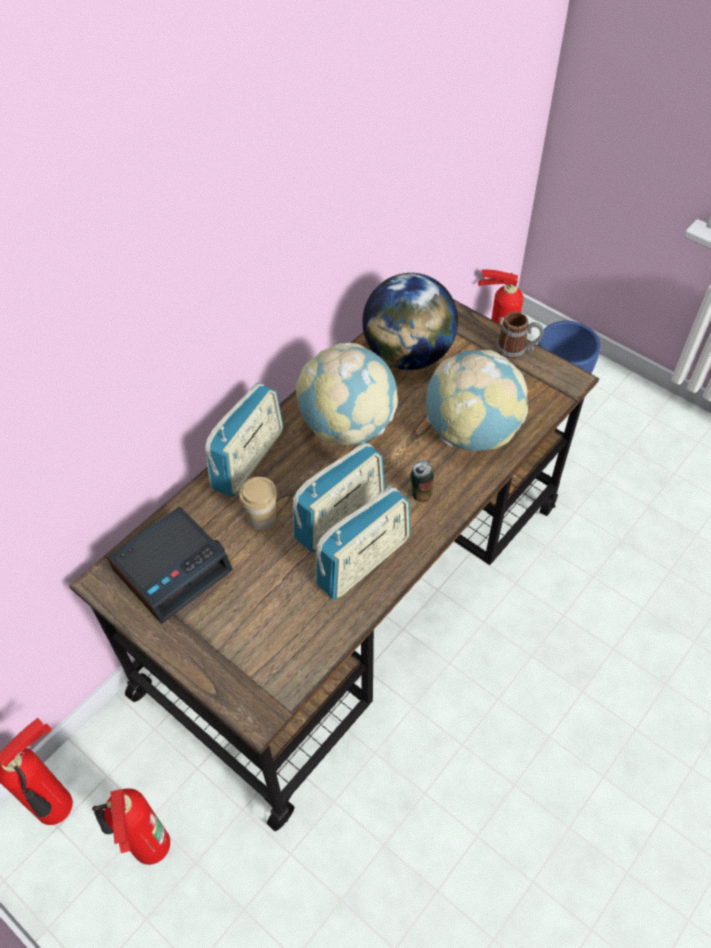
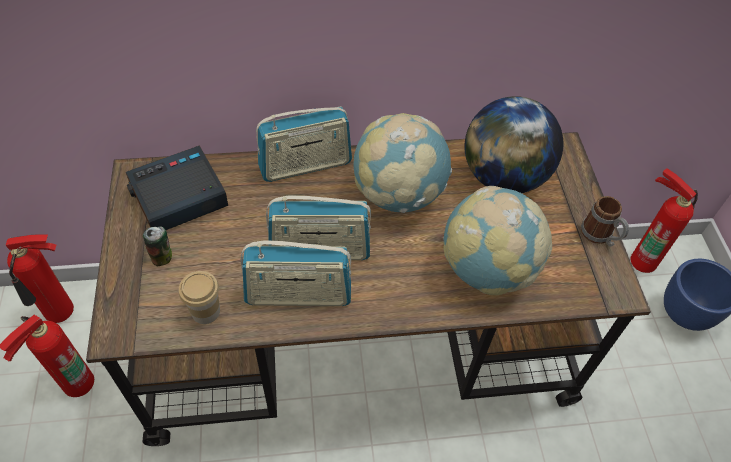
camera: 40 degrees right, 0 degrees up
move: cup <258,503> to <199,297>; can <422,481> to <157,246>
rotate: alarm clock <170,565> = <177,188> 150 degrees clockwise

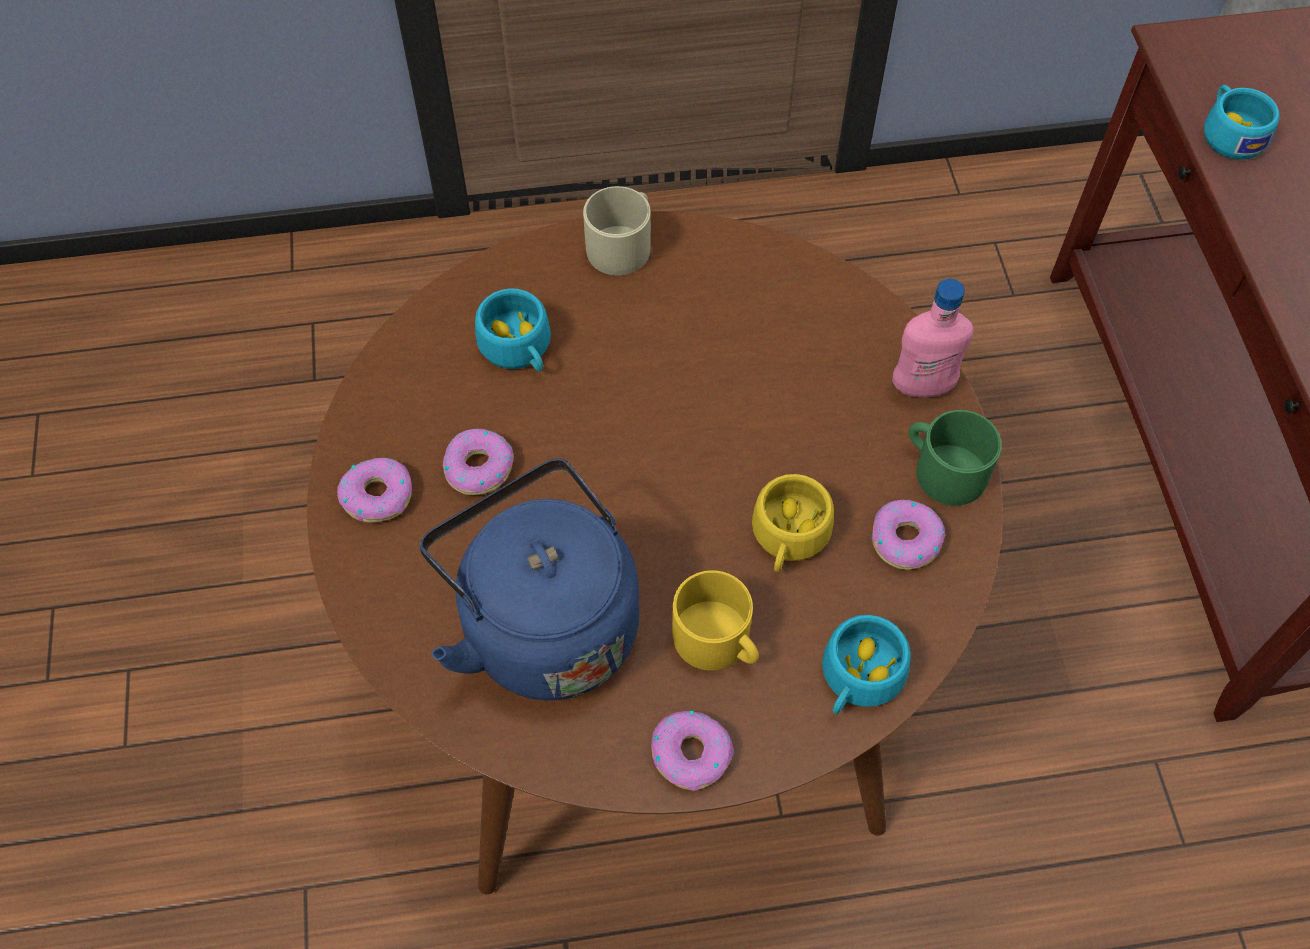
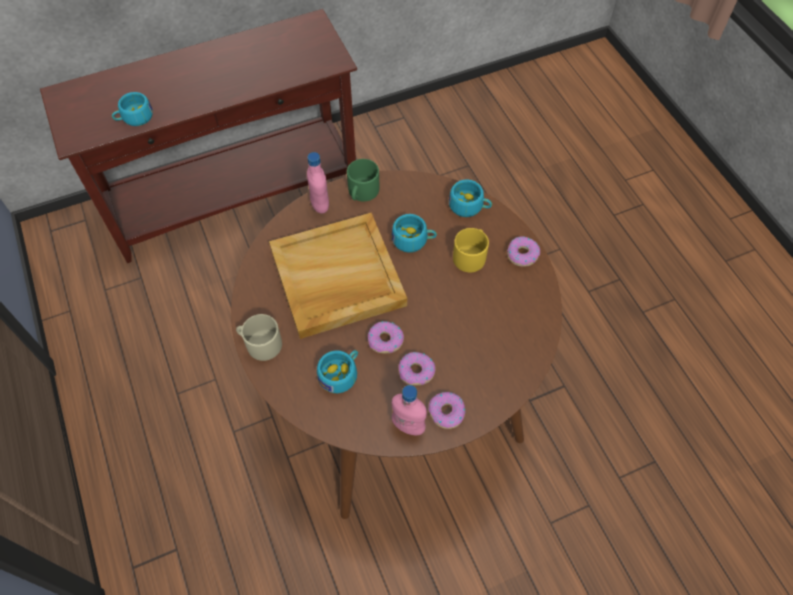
camera: 105 degrees left, 0 degrees up
delete: kettle (blue) <529,579>
insert: tray (beige) <338,276>; bottle (pink) <409,410>
move: donut <908,534> to <386,337>
recolor: cup (yellow) <793,523> to cup (turquoise) <414,233>

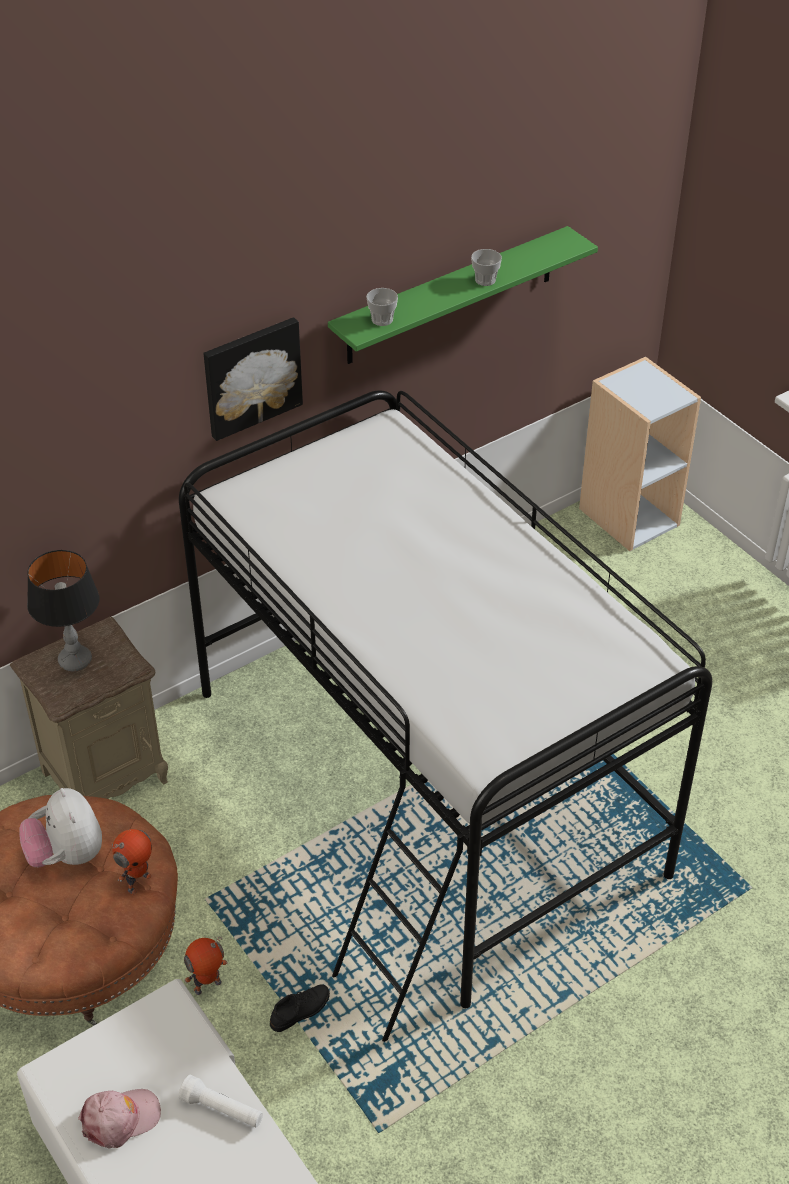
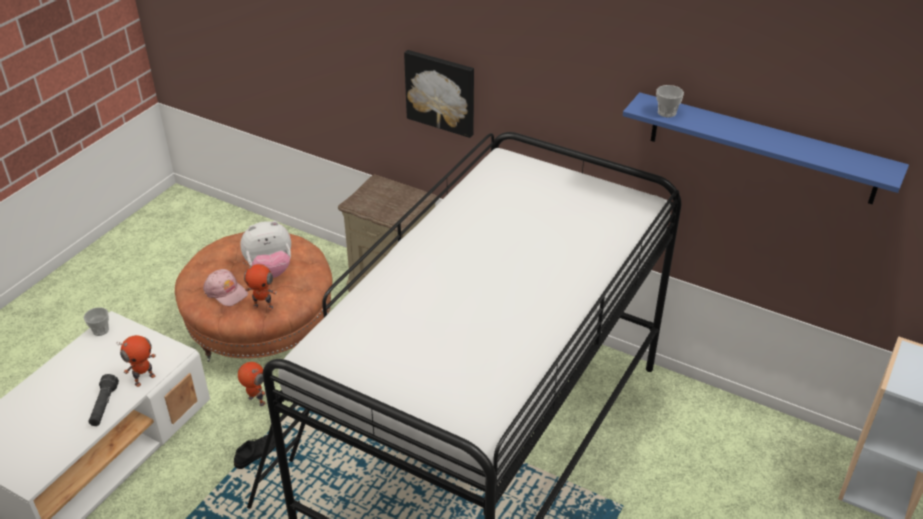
camera: 65 degrees right, 5 degrees down
delete: table lamp <63,610>
insert: toy robot <136,361>
move: cap (pink) <119,1119> to <225,287>; picture <253,379> to <439,94>; cup <486,267> to <96,321>
recolor: flashlight (white) <220,1101> to flashlight (black) <104,400>; shelf (green) <463,295> to shelf (blue) <766,148>
rotate: plush toy <60,828> = <265,249> 150 degrees counterclockwise; shoe (black) <300,1008> = <254,452> 75 degrees counterclockwise

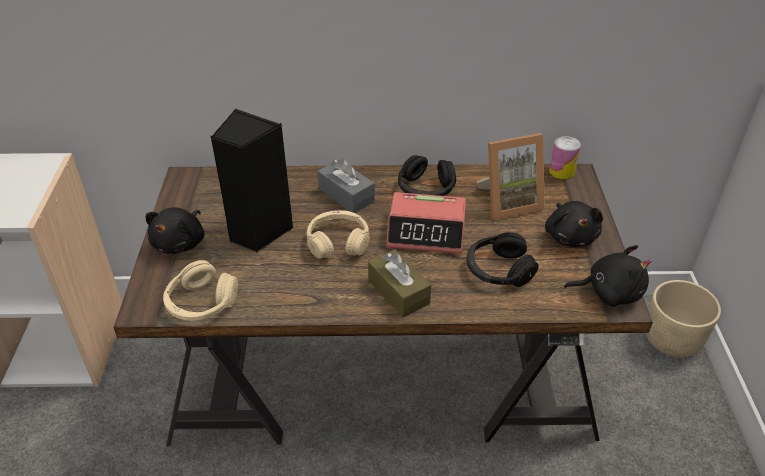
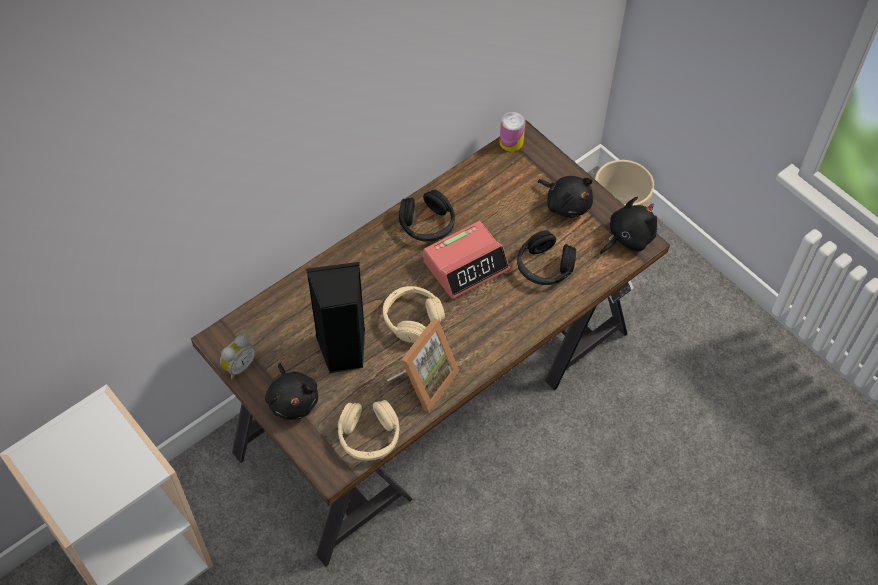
camera: 40 degrees left, 15 degrees up
delete: tissue box (grey) <346,185>; tissue box (brown) <399,283>
insert: alarm clock <237,357>
move: picture frame <511,176> to <423,365>

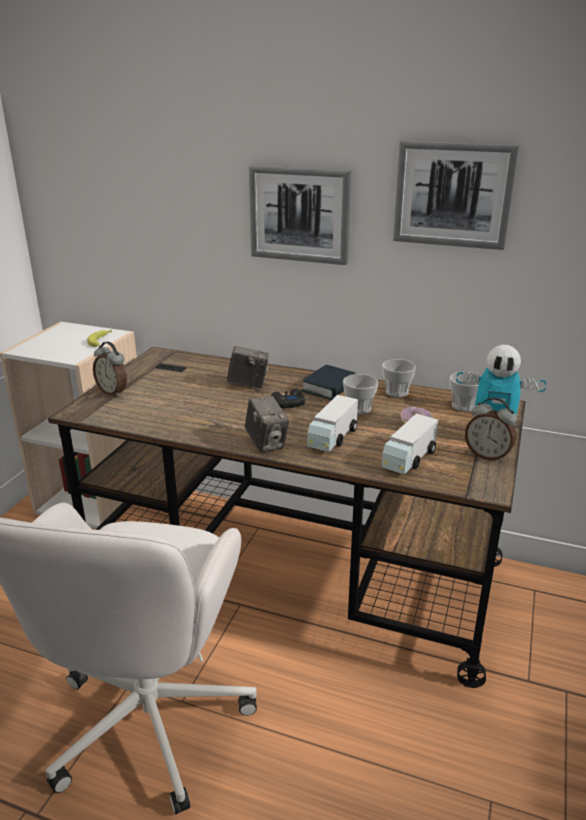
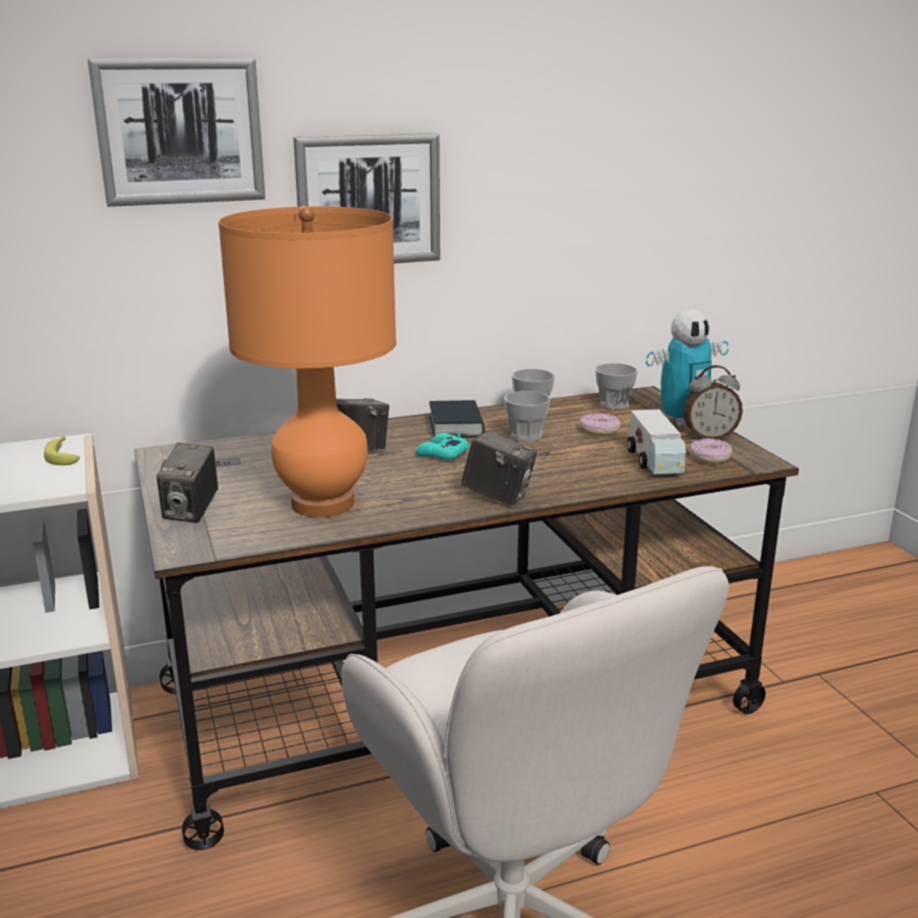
camera: 40 degrees left, 5 degrees down
delete: toy truck <332,423>
insert: table lamp (orange) <307,361>; donut <711,451>
move: picture <456,195> to <176,132>
replace: alarm clock <110,369> to photo camera <187,483>
recolor: game controller (black) <288,398> to game controller (turquoise) <442,446>

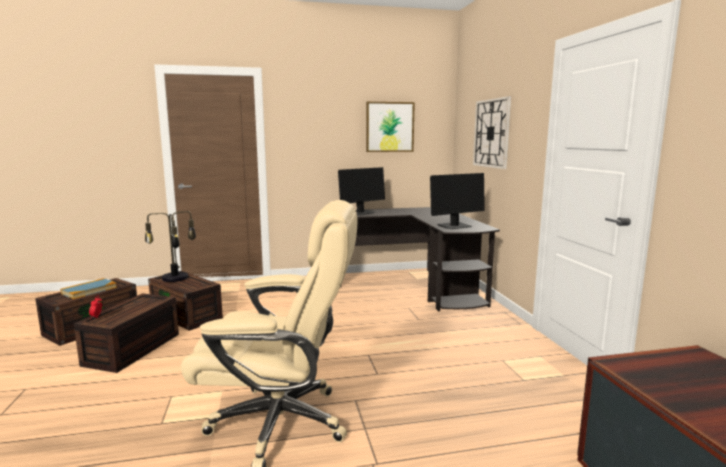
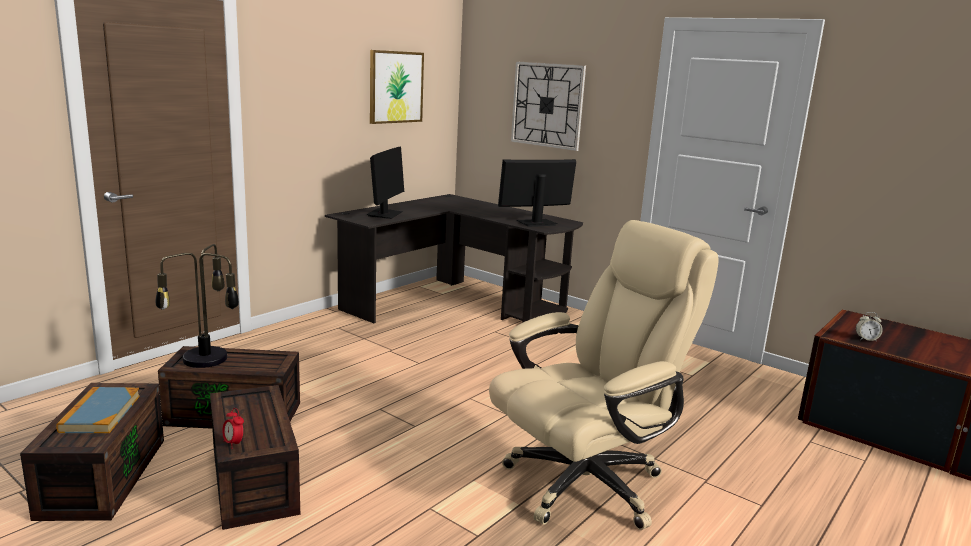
camera: 40 degrees left, 5 degrees up
insert: alarm clock <869,327>
rotate: monitor <457,201> = <537,193> 135 degrees counterclockwise

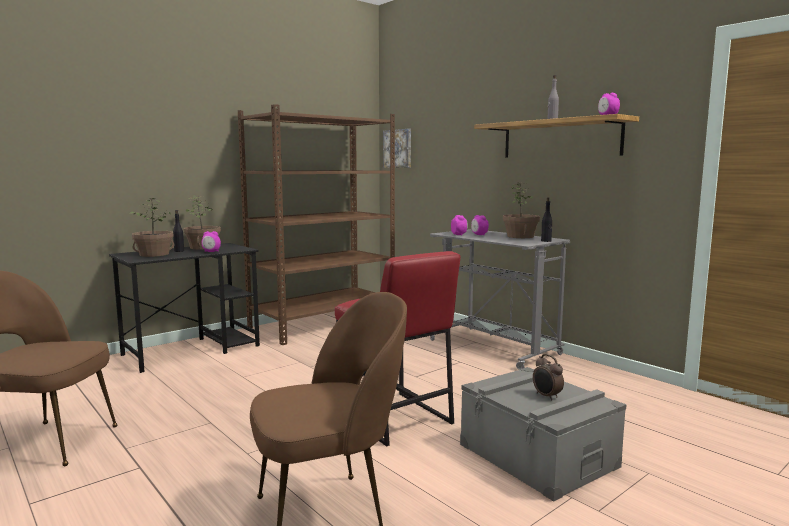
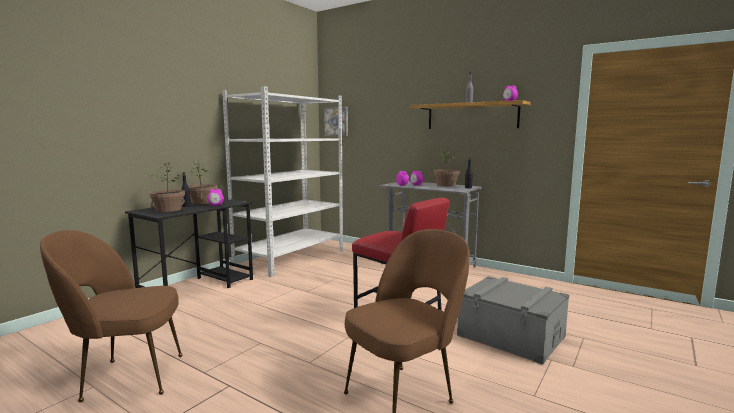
camera: 15 degrees left, 0 degrees up
delete: alarm clock <548,377>
recolor: bookcase (brown) <316,224> to bookcase (white) <282,181>

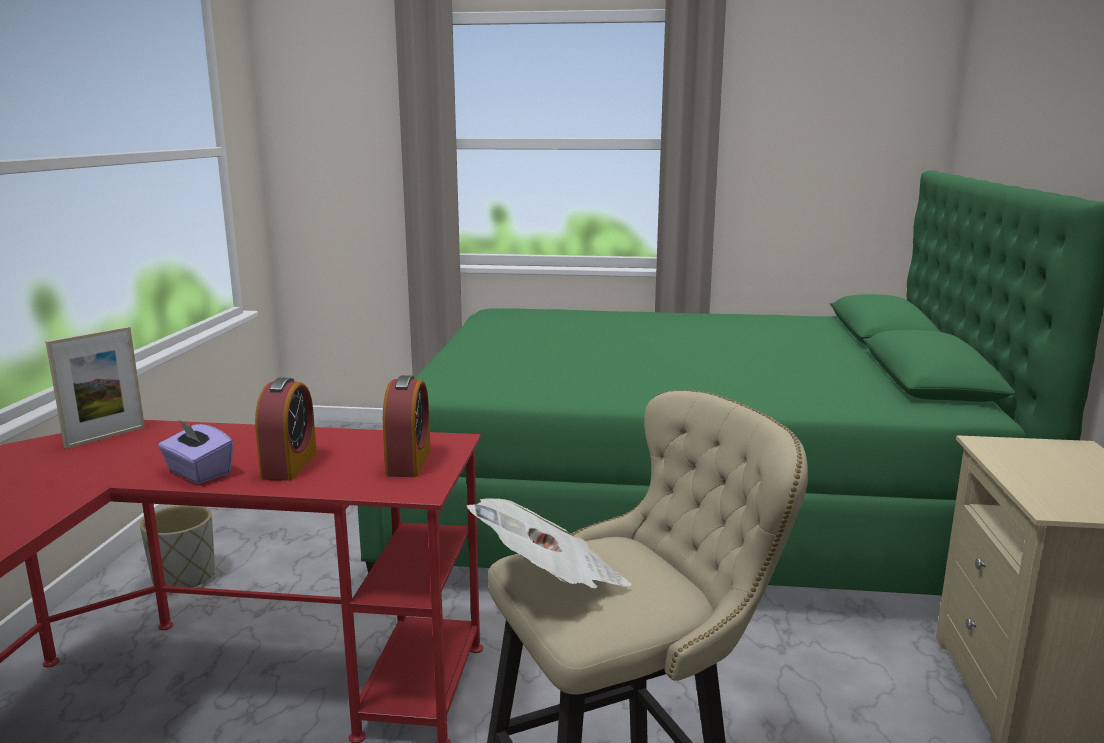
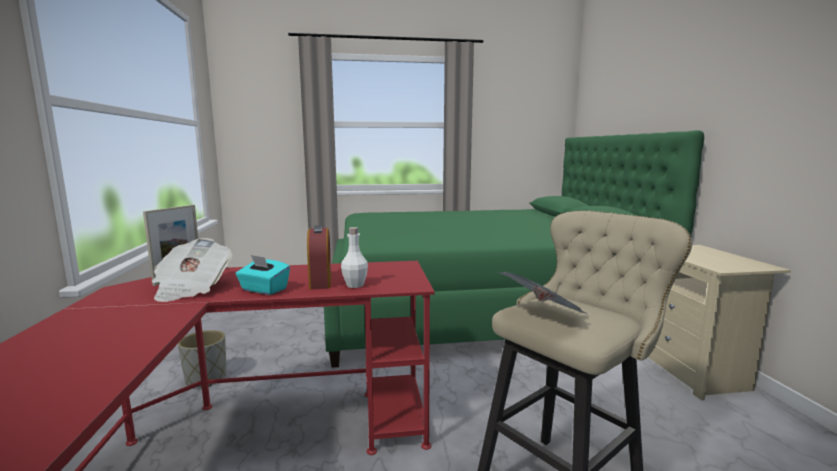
camera: 15 degrees left, 5 degrees down
delete: alarm clock <407,426>
insert: newspaper <192,270>; bottle (white) <354,257>
recolor: tissue box (purple) <195,451> to tissue box (turquoise) <263,275>

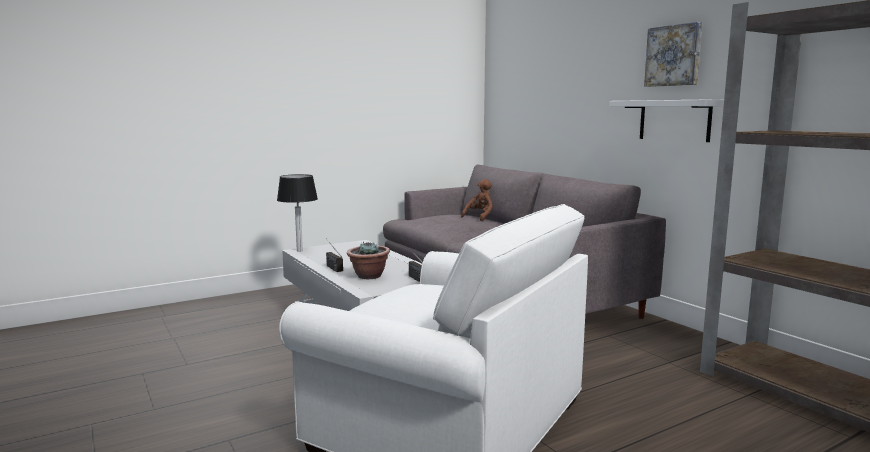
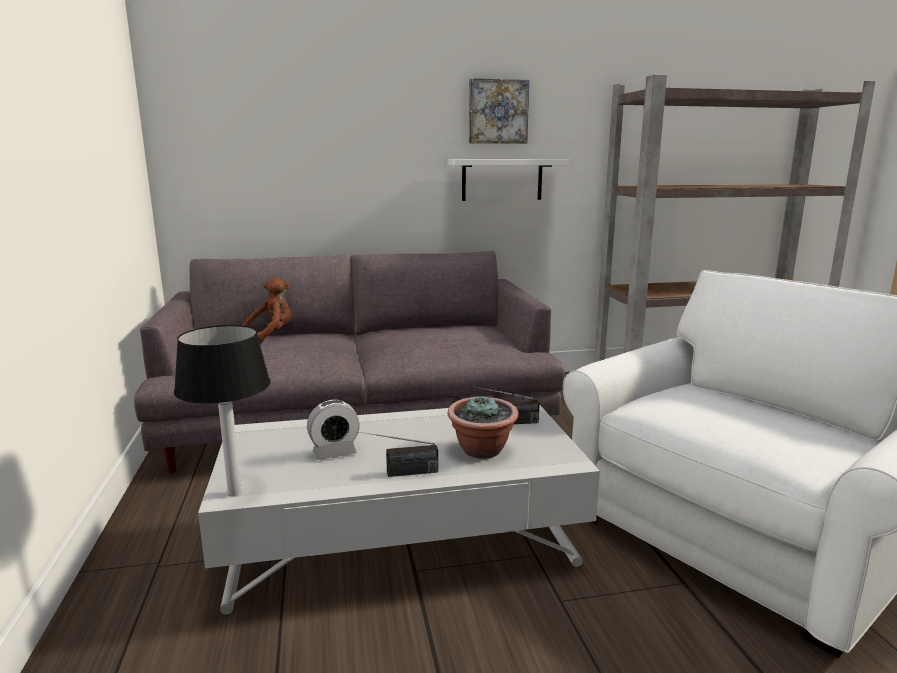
camera: 70 degrees left, 5 degrees up
insert: alarm clock <333,430>
rotate: plush toy (brown) <477,200> = <266,310> 75 degrees clockwise

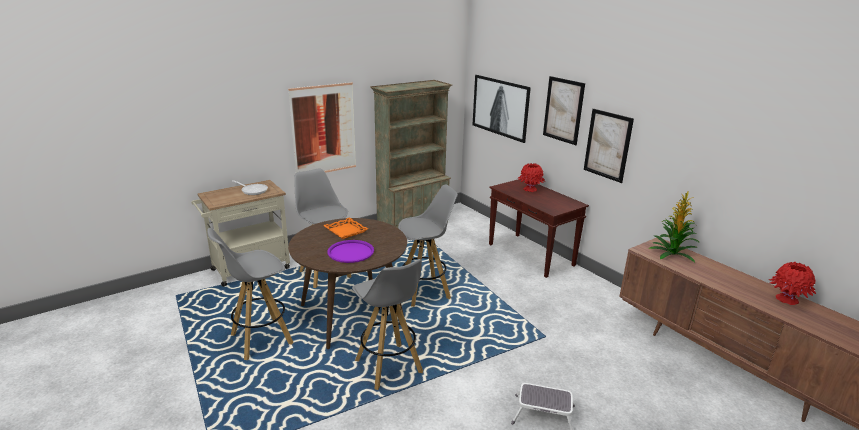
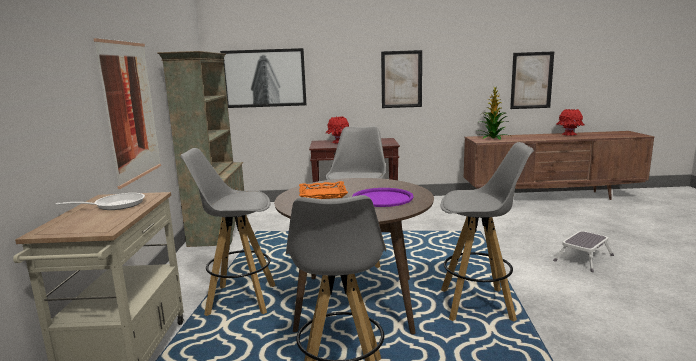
camera: 55 degrees left, 10 degrees down
move: picture <564,110> to <532,80>

